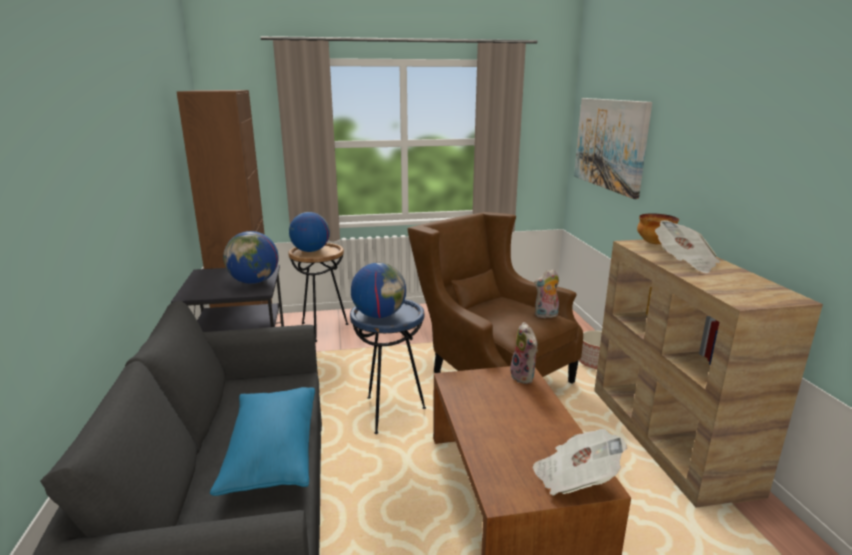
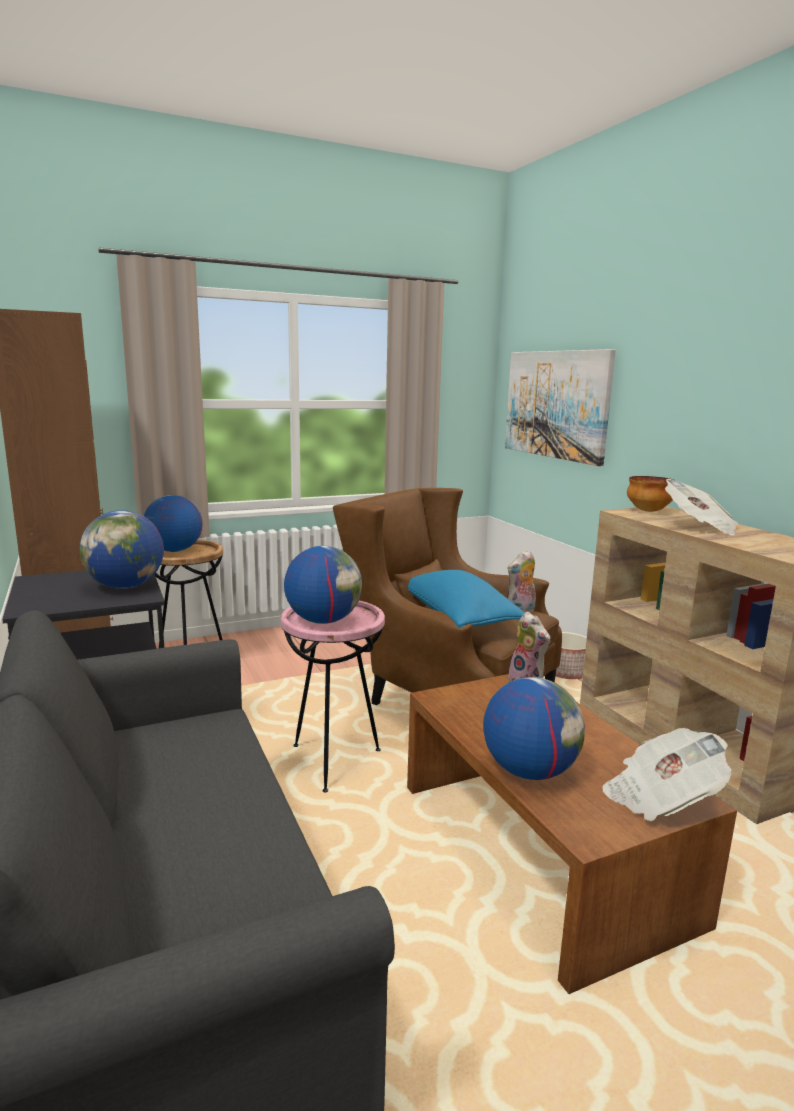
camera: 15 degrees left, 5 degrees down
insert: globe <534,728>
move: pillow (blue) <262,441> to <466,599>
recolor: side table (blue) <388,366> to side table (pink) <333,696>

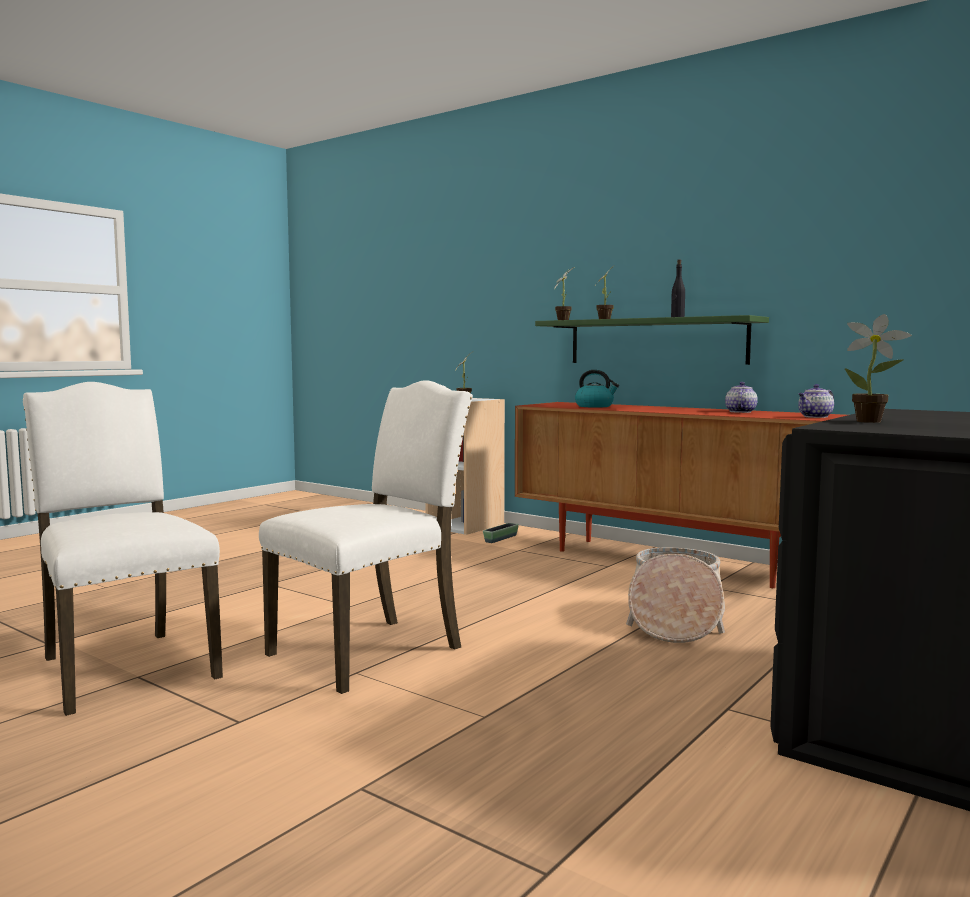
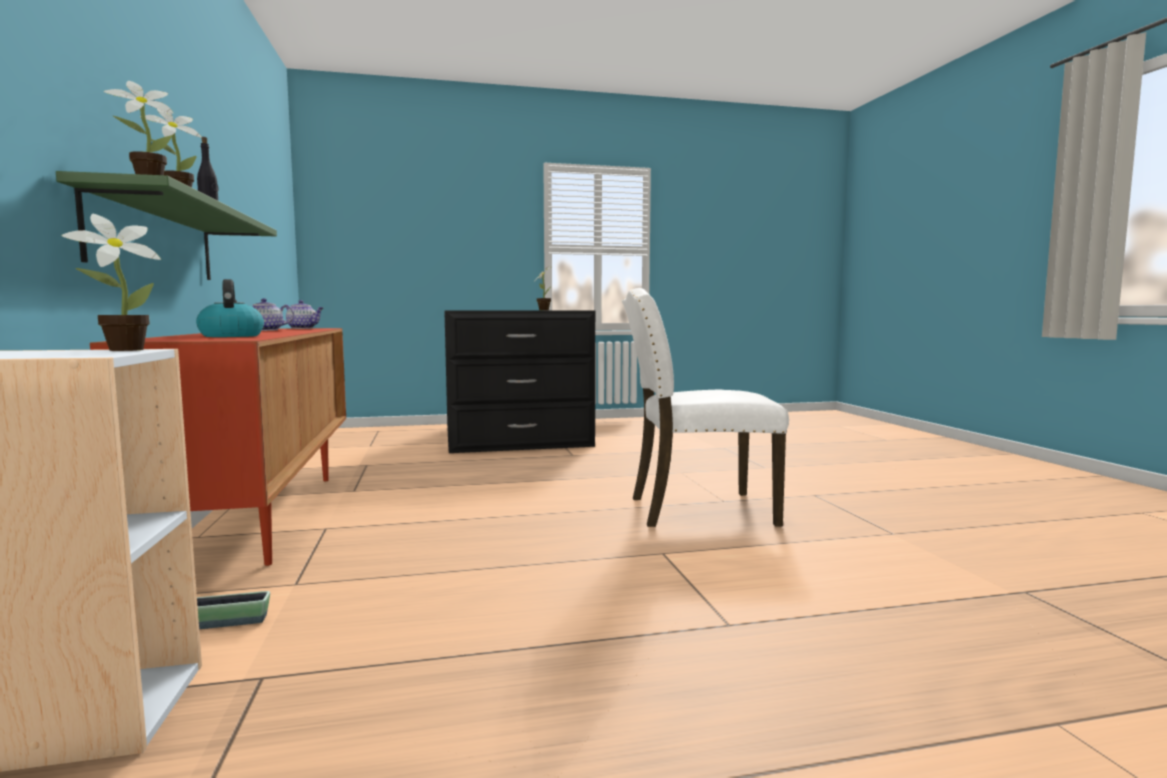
camera: 140 degrees left, 0 degrees up
delete: chair (white) <123,549>; basket <675,595>

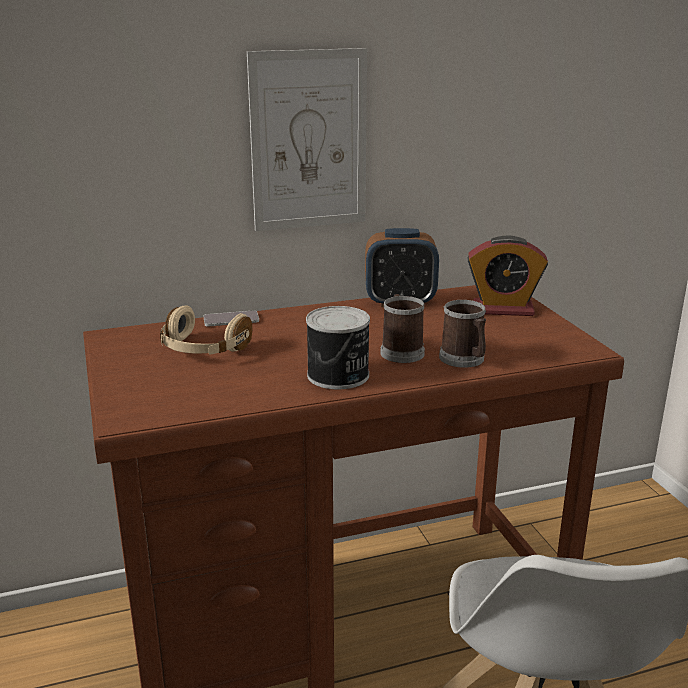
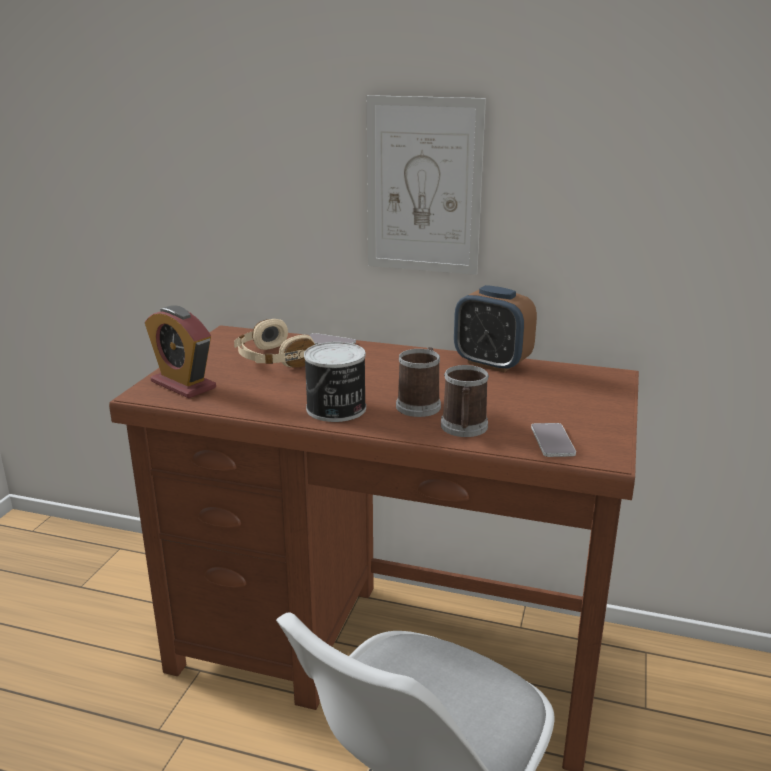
camera: 35 degrees right, 0 degrees up
insert: phone <553,440>
move: alarm clock <507,275> to <180,351>

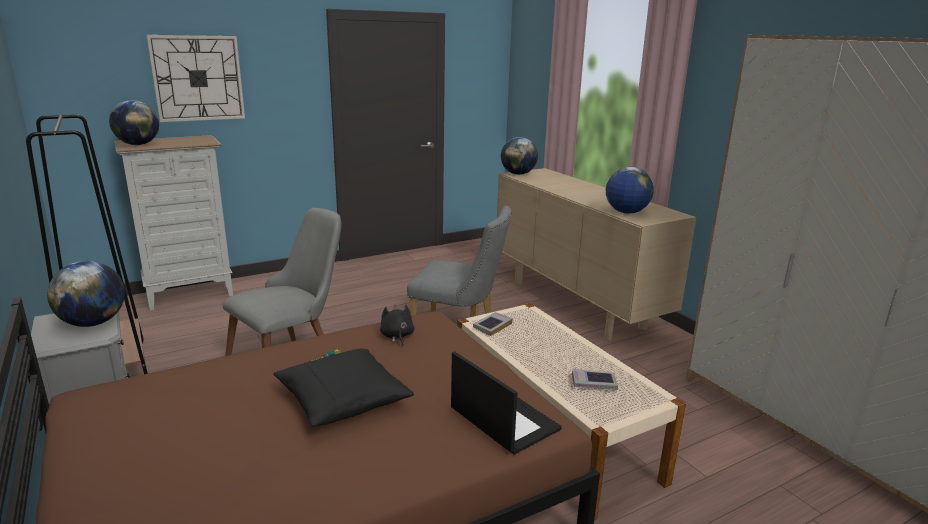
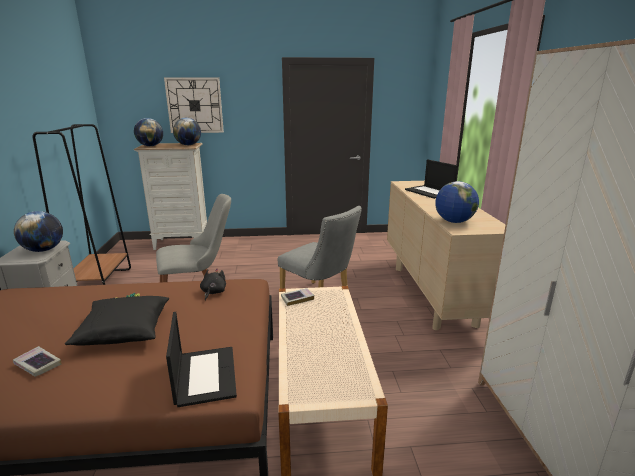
camera: 25 degrees right, 0 degrees up
insert: laptop <431,179>
move: globe <519,156> to <187,131>; book <595,379> to <37,361>

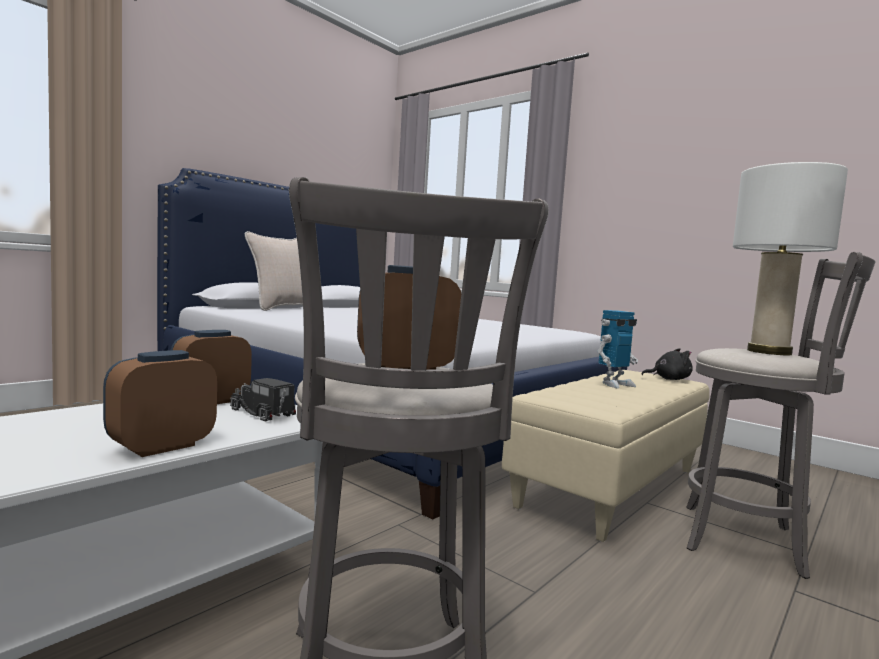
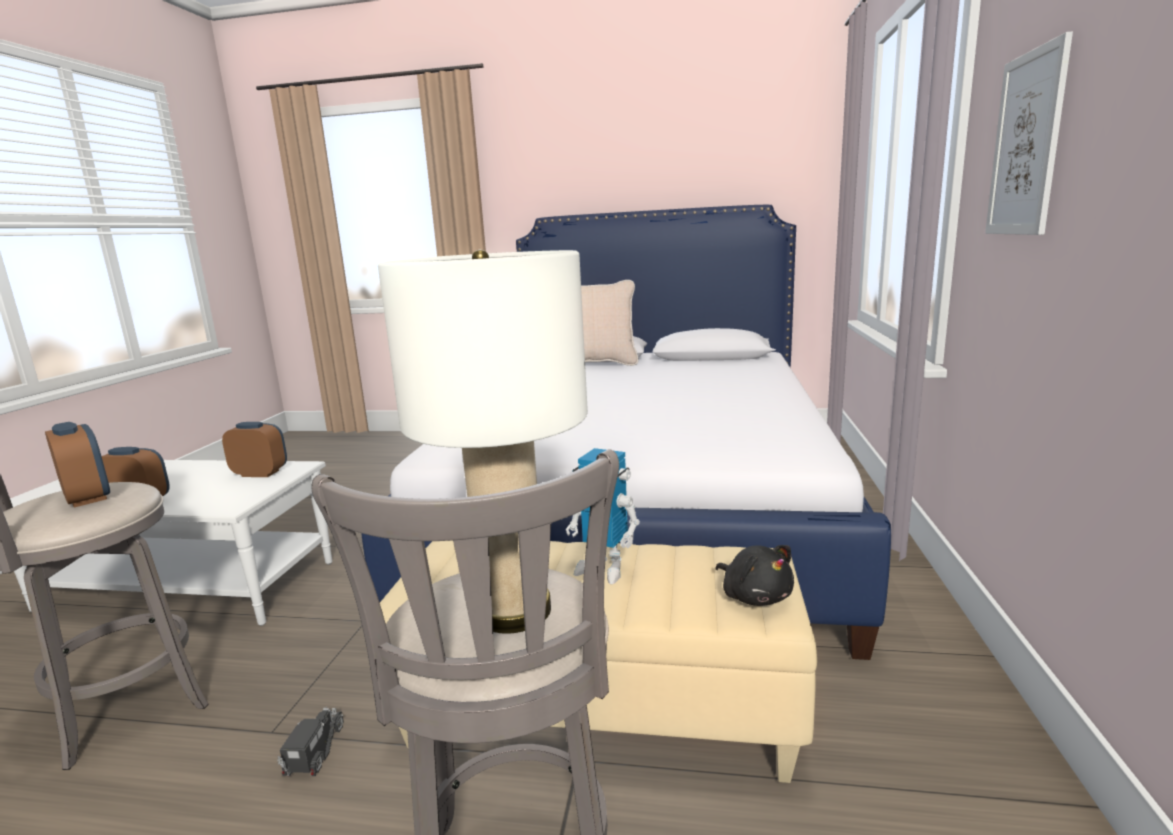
camera: 60 degrees right, 10 degrees up
insert: picture <1029,133>
move: toy truck <263,400> to <310,741>

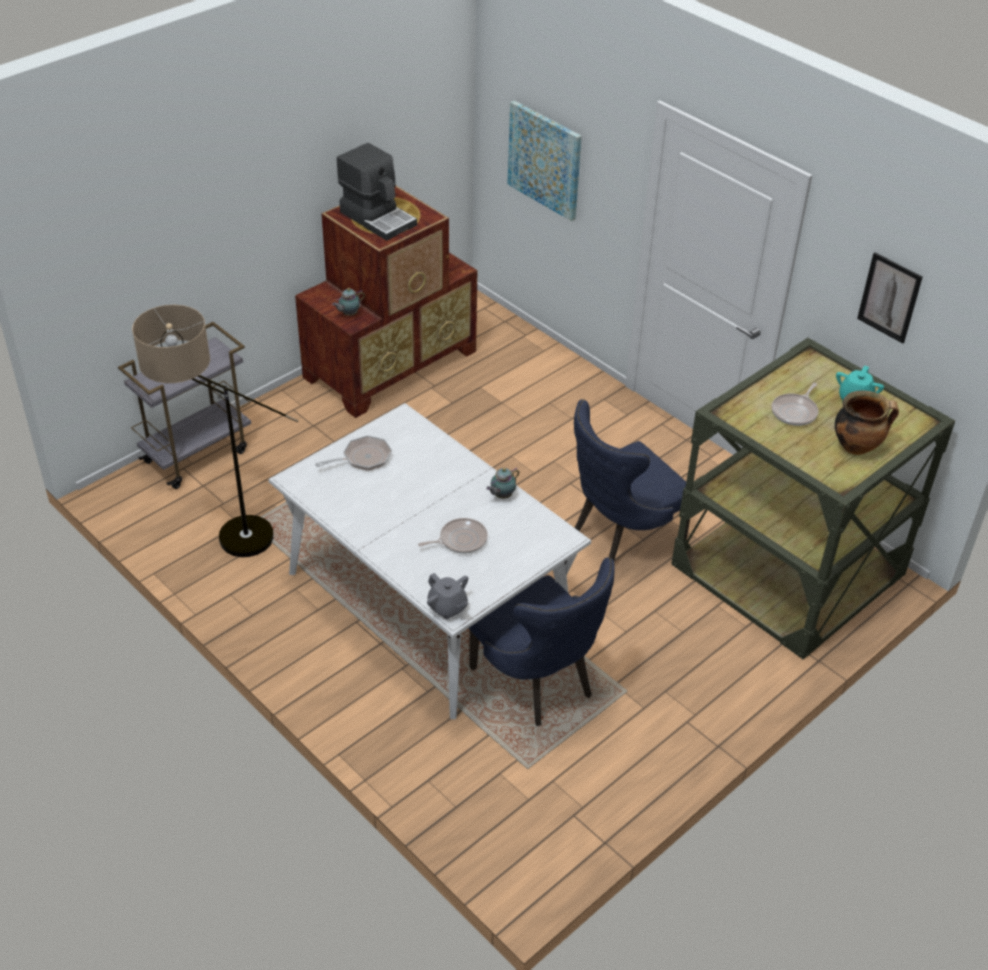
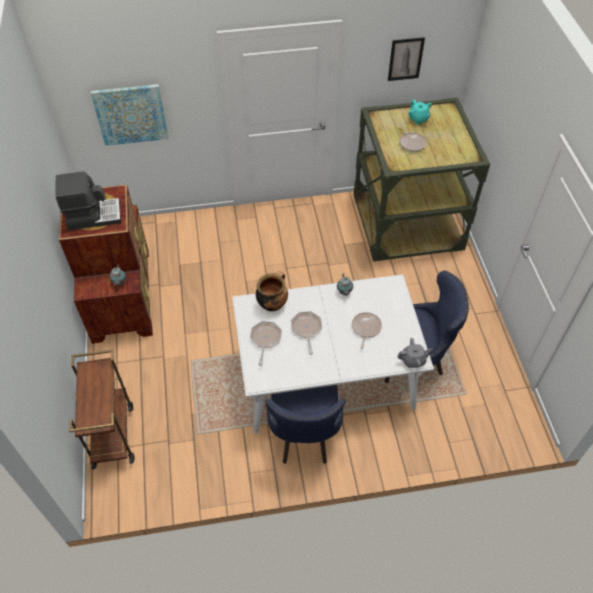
camera: 55 degrees left, 10 degrees up
delete: floor lamp <215,431>
insert: frying pan <306,333>
move: chair (blue) <632,479> to <305,424>; cooking pot <867,422> to <272,291>
recolor: cart (grey) <184,405> to cart (brown) <102,409>

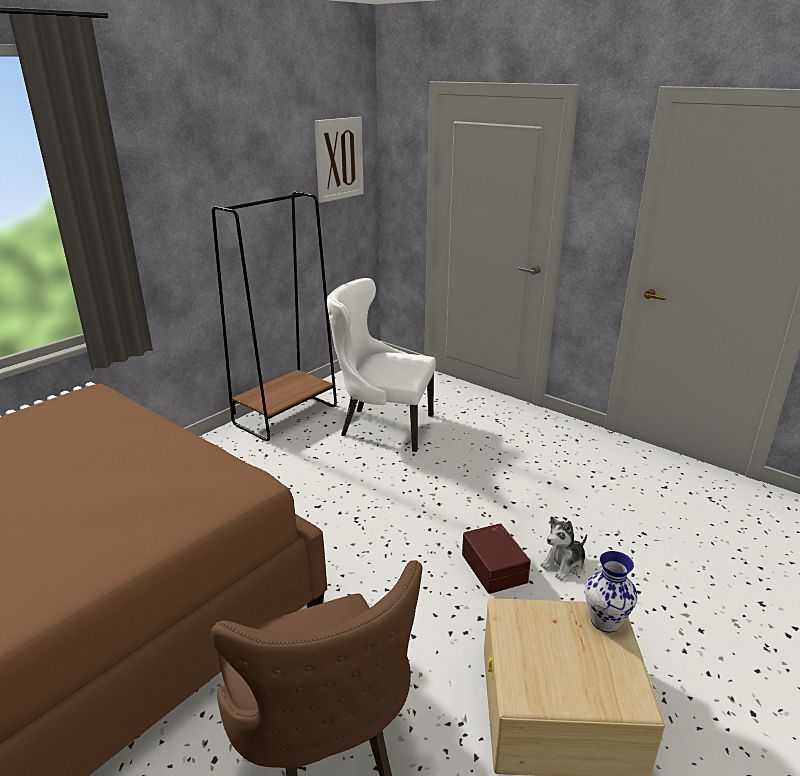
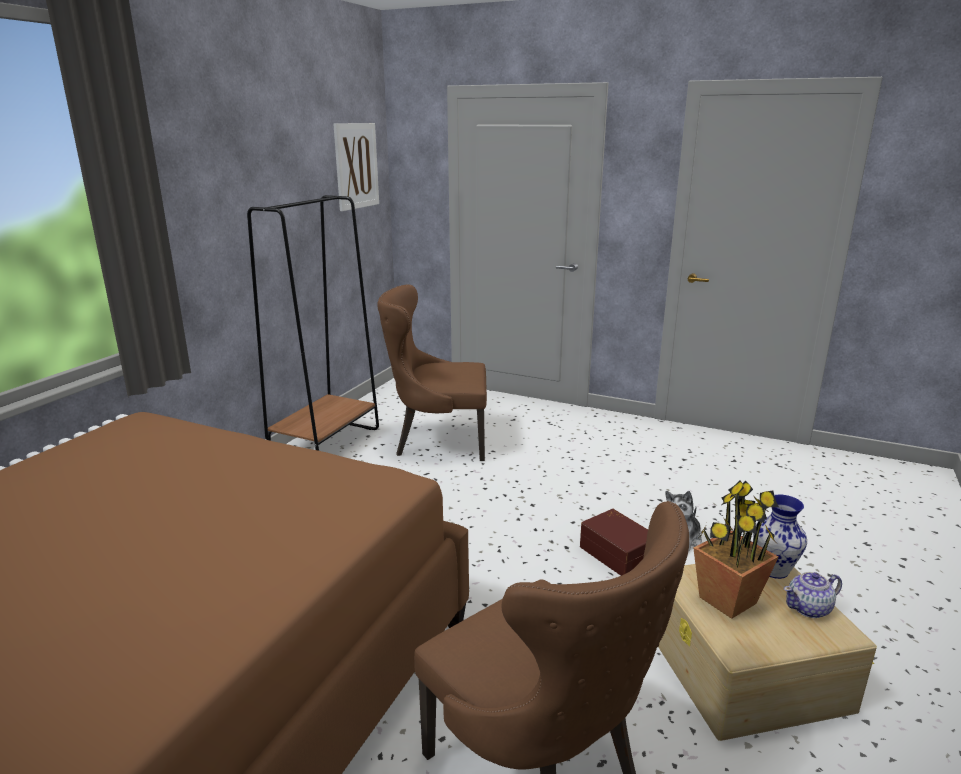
camera: 15 degrees left, 5 degrees down
insert: potted plant <736,549>; teapot <813,595>
recolor: chair (white) <381,365> to chair (brown) <432,372>

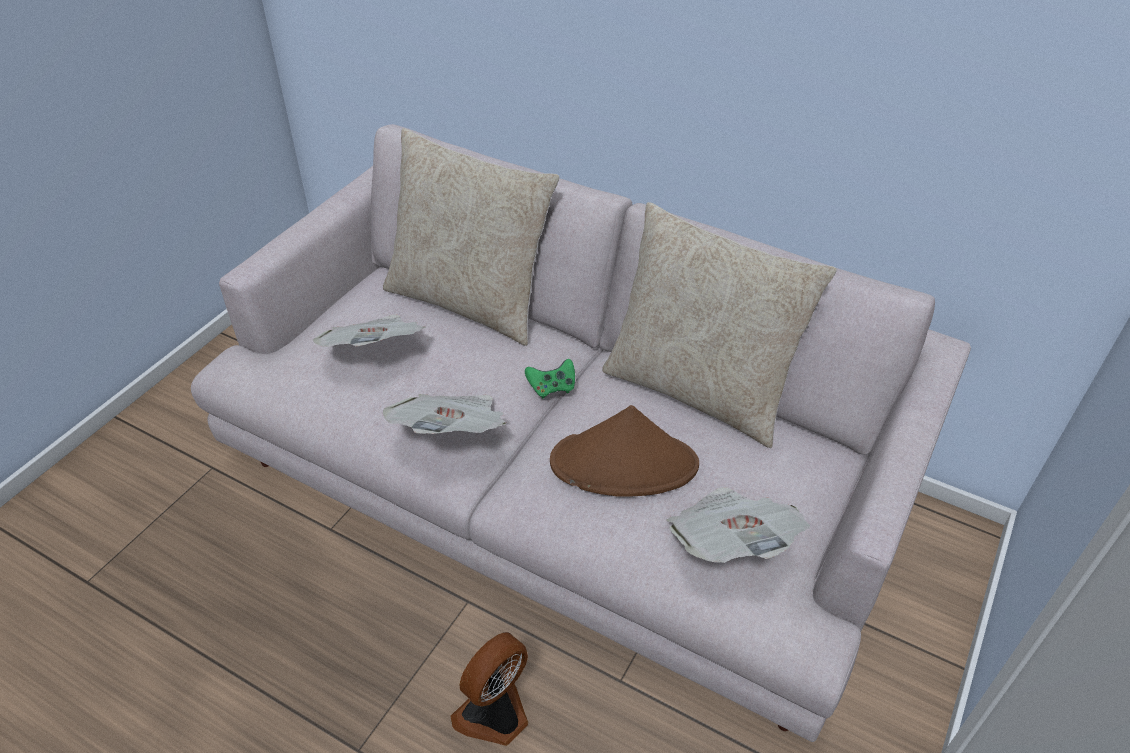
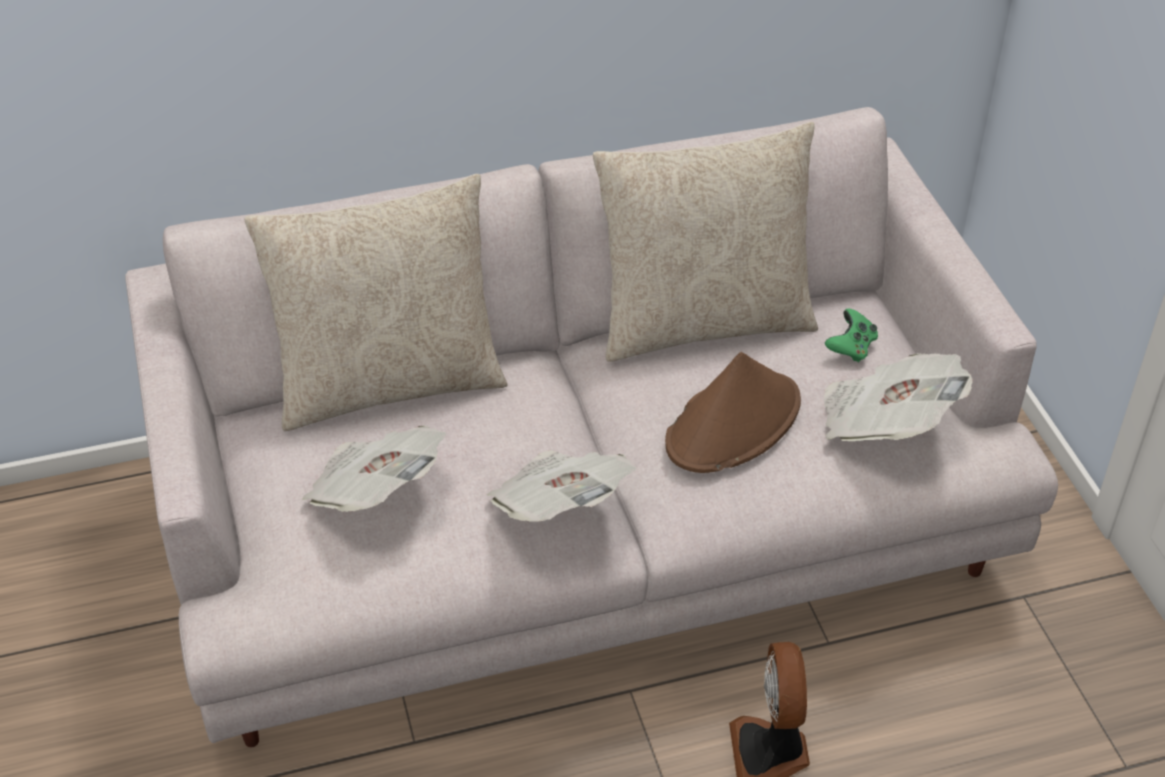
camera: 45 degrees left, 0 degrees up
move: game controller (green) <550,378> to <851,335>

